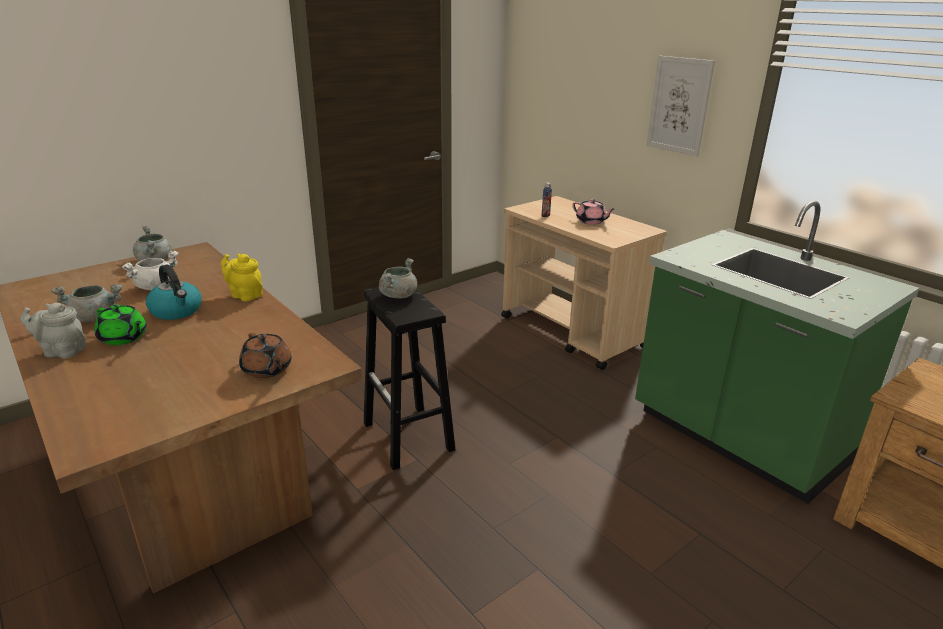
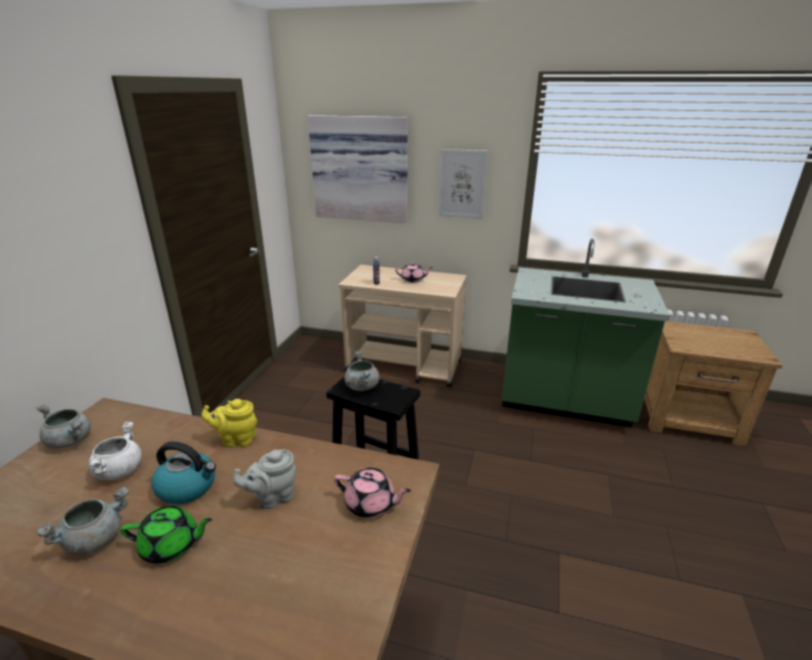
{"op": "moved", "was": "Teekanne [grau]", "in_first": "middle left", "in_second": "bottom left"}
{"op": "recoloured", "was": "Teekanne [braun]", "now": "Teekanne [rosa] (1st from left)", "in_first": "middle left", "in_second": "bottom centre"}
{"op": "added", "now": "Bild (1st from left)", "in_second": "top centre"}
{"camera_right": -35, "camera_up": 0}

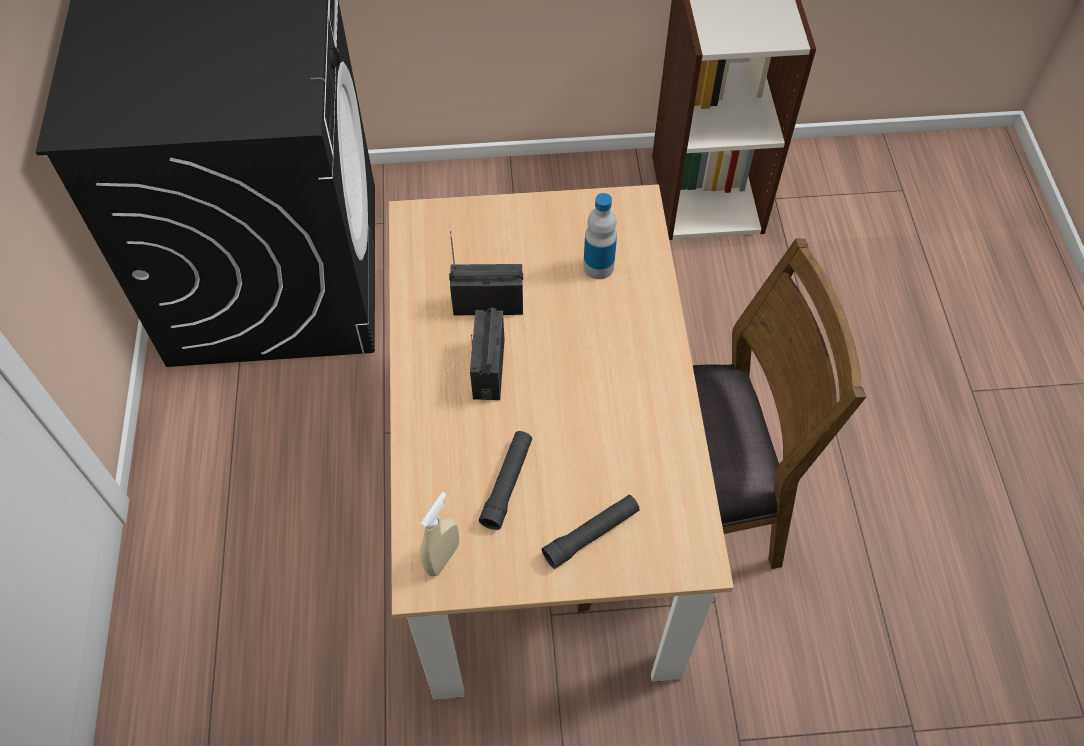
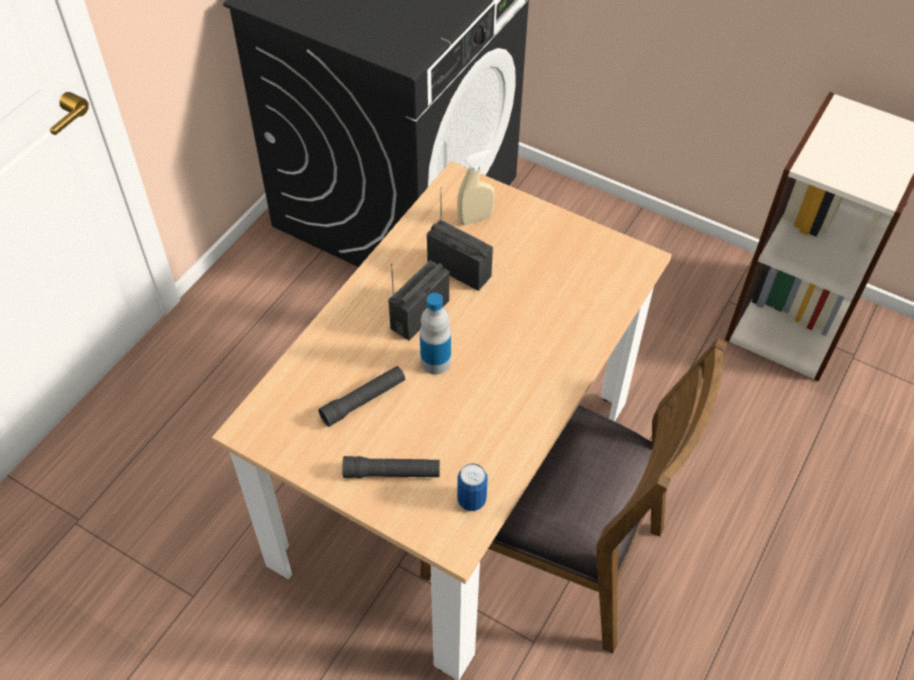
{"op": "moved", "was": "Flasche", "in_first": "top centre", "in_second": "centre"}
{"op": "moved", "was": "Sprühflasche [beige]", "in_first": "bottom centre", "in_second": "top centre"}
{"op": "added", "now": "Dose", "in_second": "bottom centre"}
{"camera_right": 35, "camera_up": -5}

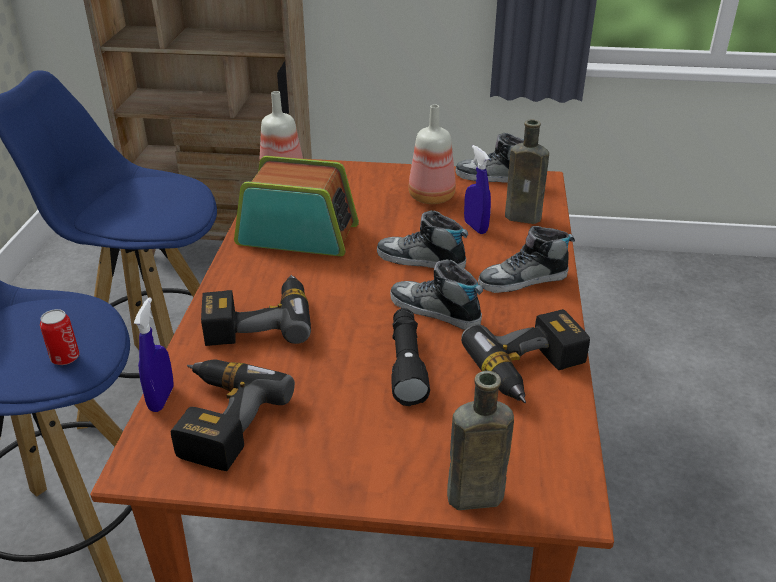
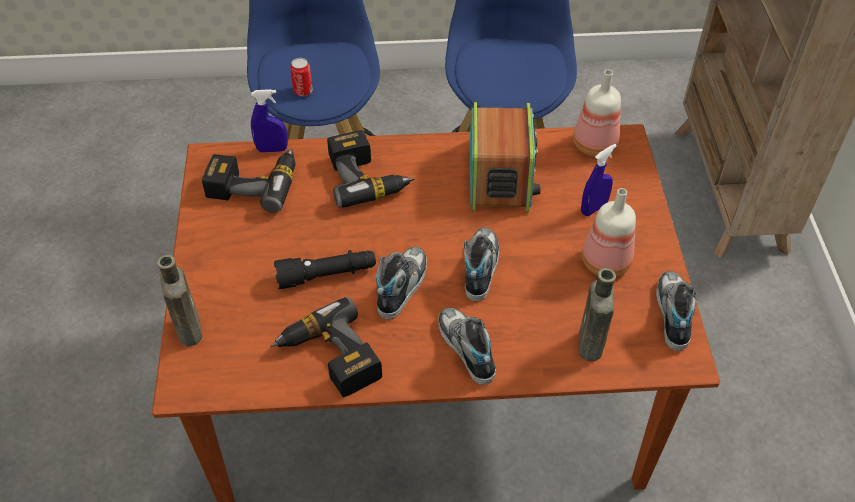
{"op": "moved", "was": "Sprühflasche [blau] (2nd from left)", "in_first": "top centre", "in_second": "middle right"}
{"camera_right": 80, "camera_up": 15}

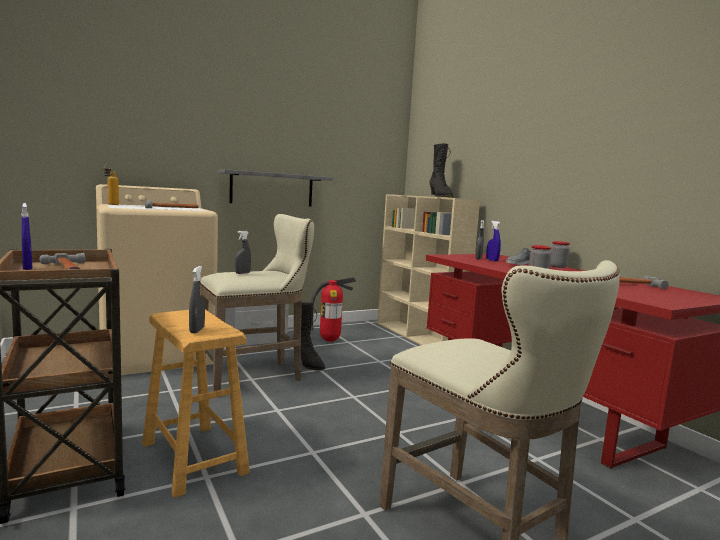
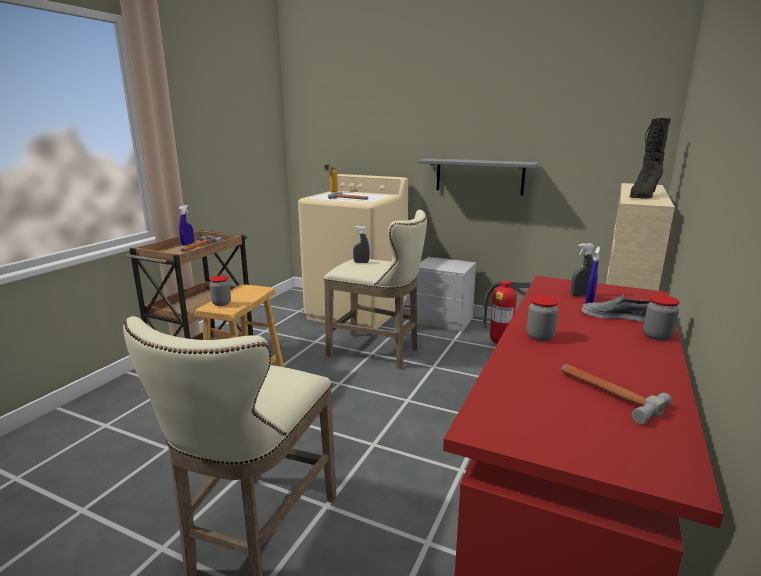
{"op": "replaced", "was": "Sprühflasche [grau] (1st from left)", "now": "Vorratsglas (1st from left)", "in_first": "middle left", "in_second": "middle left"}
{"op": "removed", "was": "Stiefel [schwarz] (1st from left)", "in_first": "centre"}
{"camera_right": 55, "camera_up": 10}

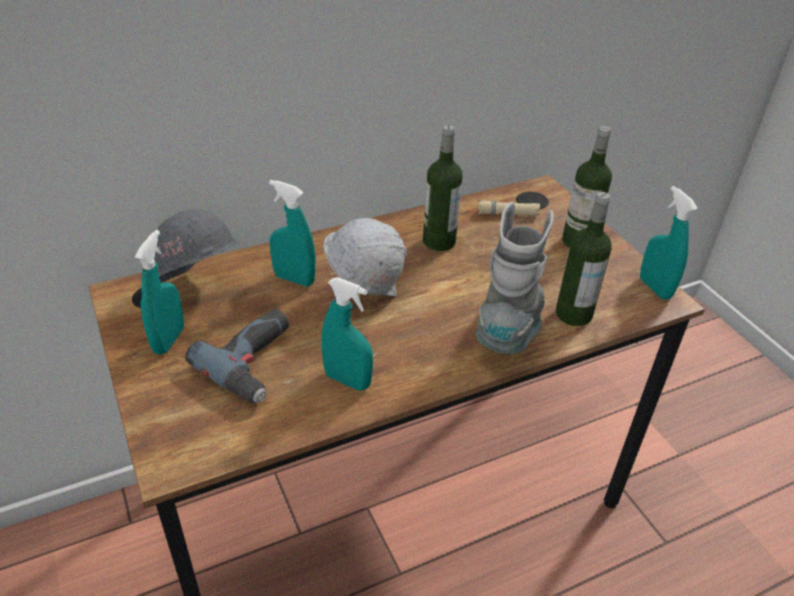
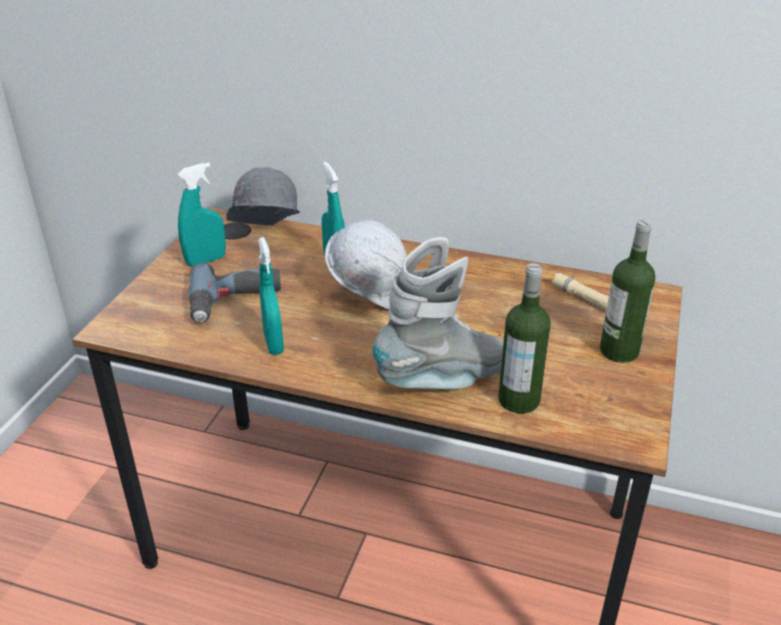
{"op": "removed", "was": "Flasche (1st from left)", "in_first": "top centre"}
{"op": "removed", "was": "Sprühflasche [türkis] (4th from left)", "in_first": "middle right"}
{"camera_right": 45, "camera_up": -5}

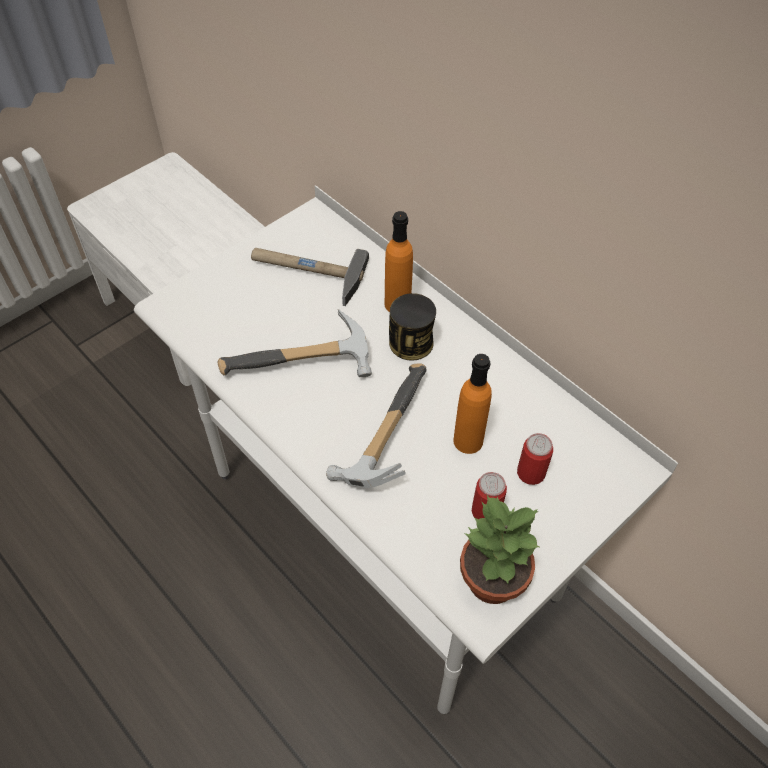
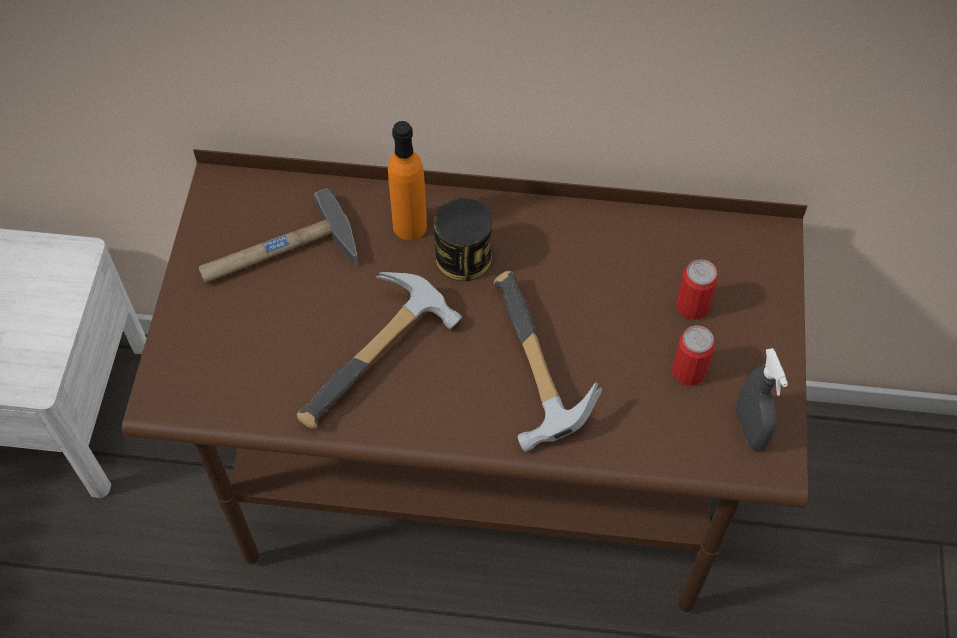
{"op": "recoloured", "was": "Schreibtisch [weiß]", "now": "Schreibtisch [braun]", "in_first": "centre", "in_second": "centre"}
{"op": "removed", "was": "Flasche [orange] (2nd from left)", "in_first": "centre"}
{"op": "replaced", "was": "Topfpflanze", "now": "Sprühflasche [grau]", "in_first": "bottom centre", "in_second": "middle right"}
{"camera_right": -40, "camera_up": 5}

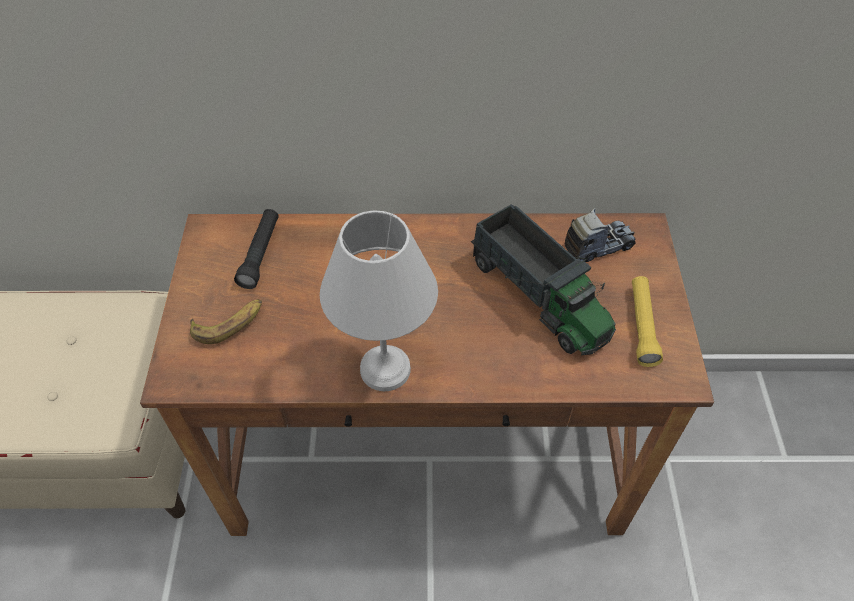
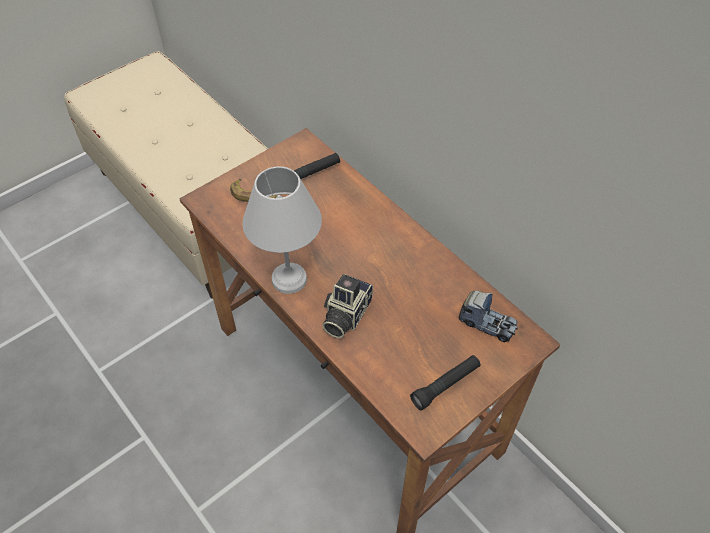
{"op": "removed", "was": "Spielzeuglaster (1st from left)", "in_first": "centre"}
{"op": "recoloured", "was": "Taschenlampe [gelb]", "now": "Taschenlampe [schwarz] (2nd from left)", "in_first": "middle right", "in_second": "bottom centre"}
{"op": "added", "now": "Kamera", "in_second": "centre"}
{"camera_right": 50, "camera_up": 0}

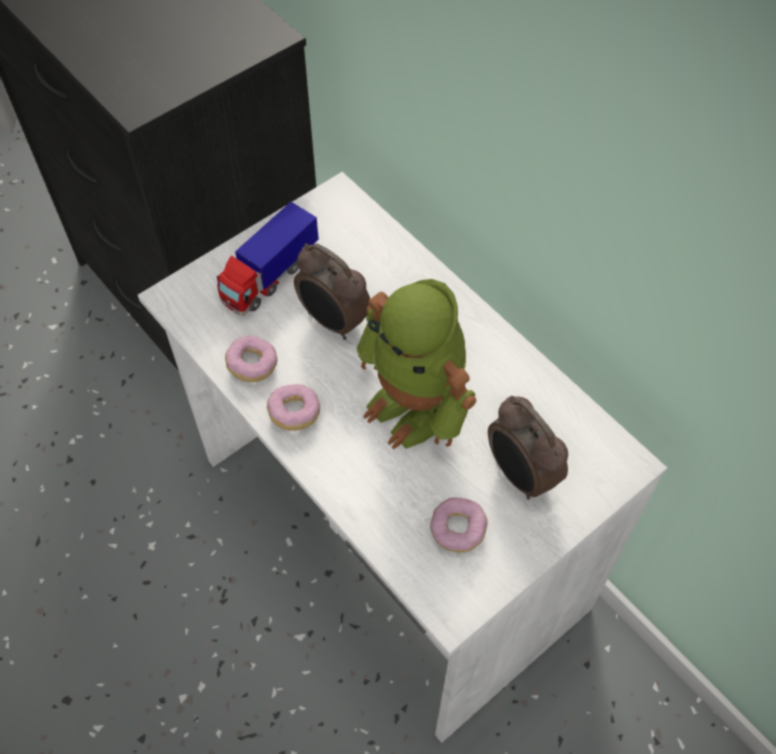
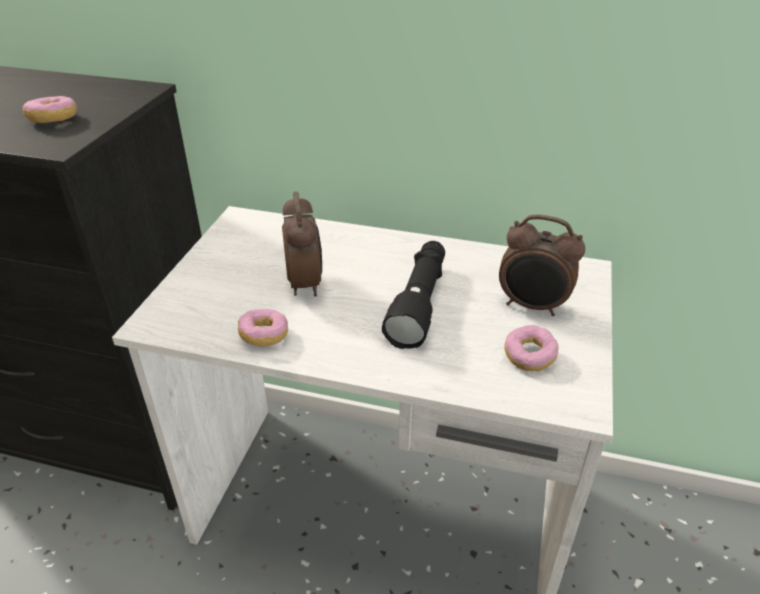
{"op": "removed", "was": "Spielzeuglaster", "in_first": "centre"}
{"op": "turned", "was": "Wecker (1st from left)", "in_first": "centre", "in_second": "centre", "clockwise": -105}
{"op": "replaced", "was": "Spielzeugroboter", "now": "Taschenlampe [schwarz]", "in_first": "centre", "in_second": "centre"}
{"op": "moved", "was": "Donut (2nd from left in the first image)", "now": "Donut (1st from left)", "in_first": "centre", "in_second": "top left"}
{"camera_right": -35, "camera_up": -20}

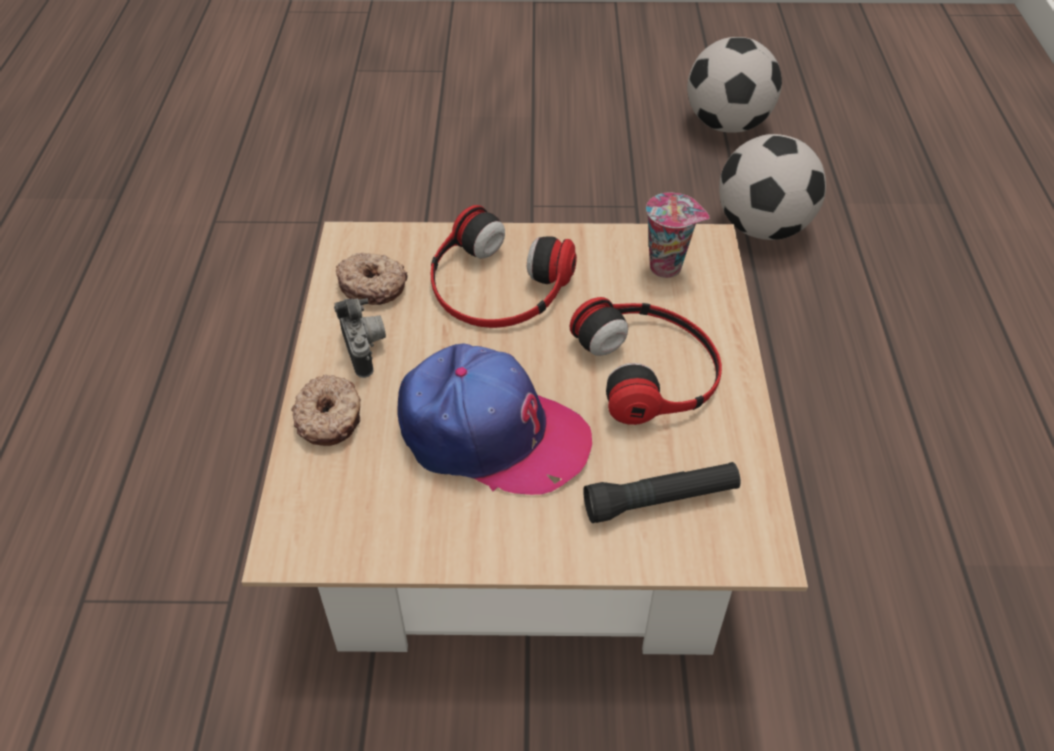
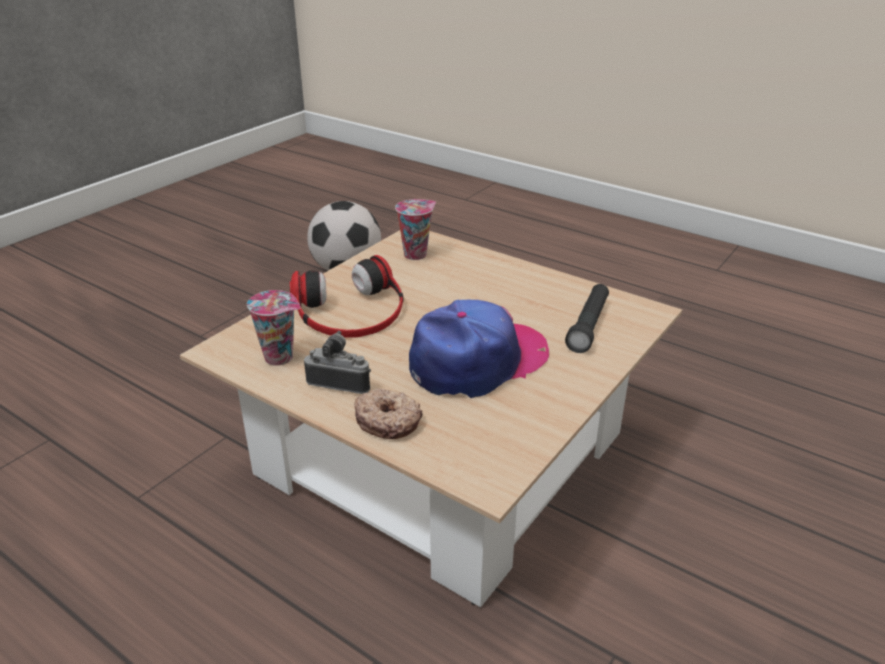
{"op": "removed", "was": "Fußball (1st from left)", "in_first": "top right"}
{"op": "replaced", "was": "Donut (2nd from left)", "now": "Tasse (1st from left)", "in_first": "centre", "in_second": "middle left"}
{"op": "removed", "was": "Kopfhörer (2nd from left)", "in_first": "centre"}
{"camera_right": -55, "camera_up": -15}

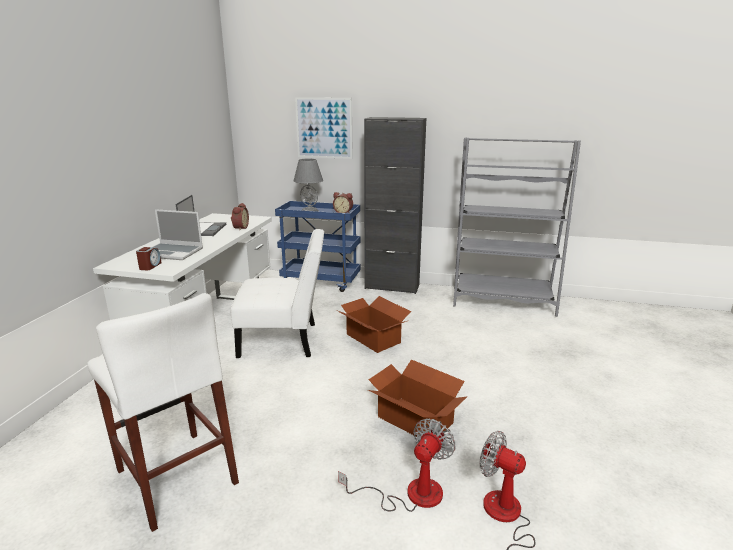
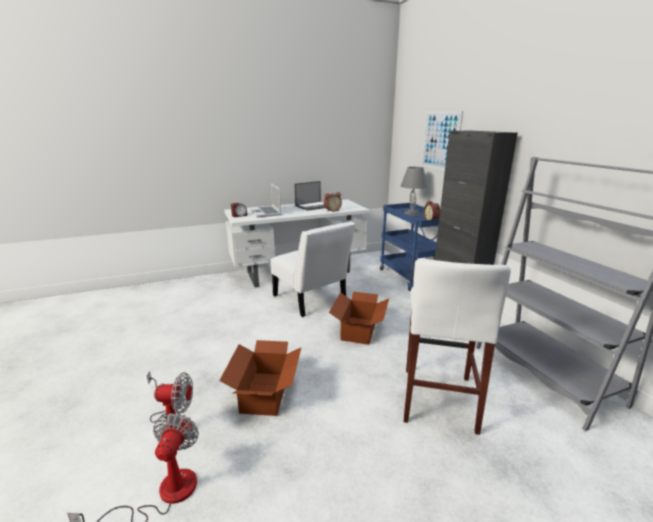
{"op": "moved", "was": "Hocker [weiß]", "in_first": "bottom left", "in_second": "middle right"}
{"camera_right": 55, "camera_up": 0}

